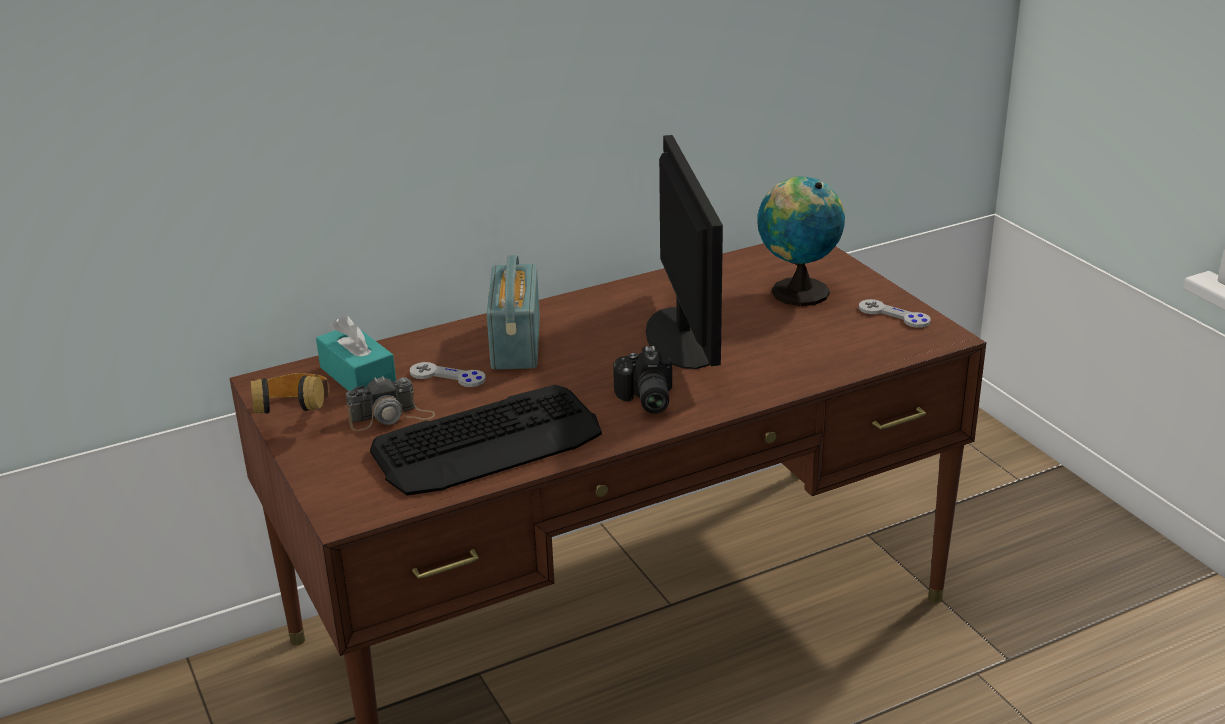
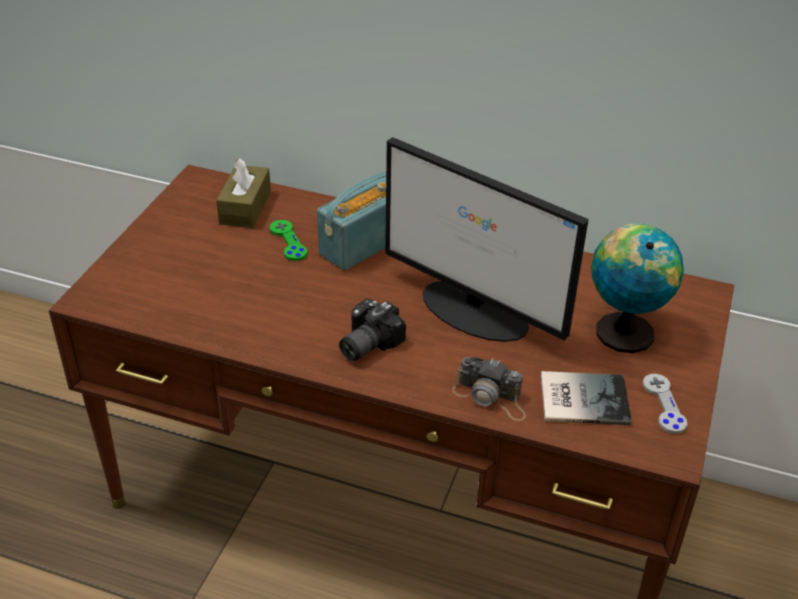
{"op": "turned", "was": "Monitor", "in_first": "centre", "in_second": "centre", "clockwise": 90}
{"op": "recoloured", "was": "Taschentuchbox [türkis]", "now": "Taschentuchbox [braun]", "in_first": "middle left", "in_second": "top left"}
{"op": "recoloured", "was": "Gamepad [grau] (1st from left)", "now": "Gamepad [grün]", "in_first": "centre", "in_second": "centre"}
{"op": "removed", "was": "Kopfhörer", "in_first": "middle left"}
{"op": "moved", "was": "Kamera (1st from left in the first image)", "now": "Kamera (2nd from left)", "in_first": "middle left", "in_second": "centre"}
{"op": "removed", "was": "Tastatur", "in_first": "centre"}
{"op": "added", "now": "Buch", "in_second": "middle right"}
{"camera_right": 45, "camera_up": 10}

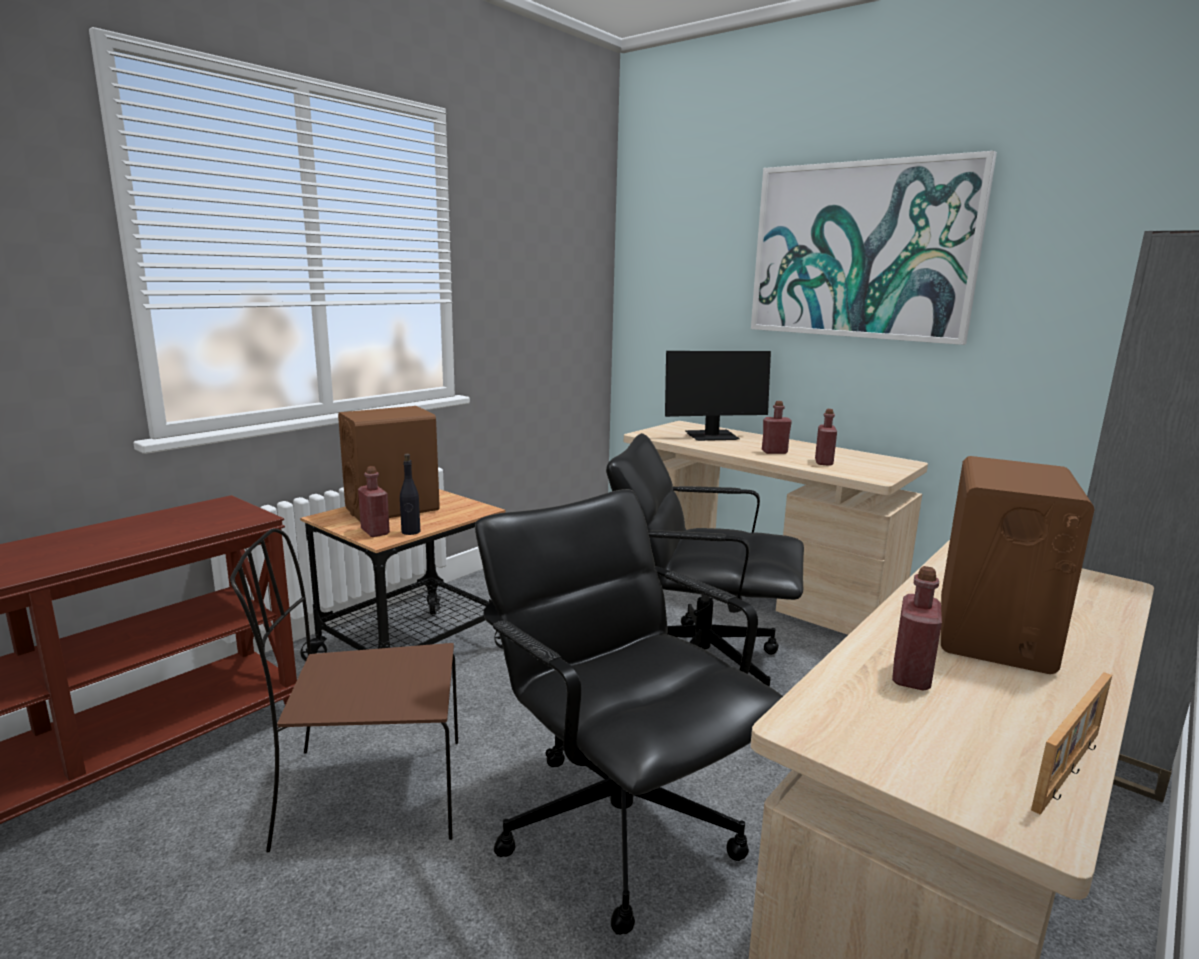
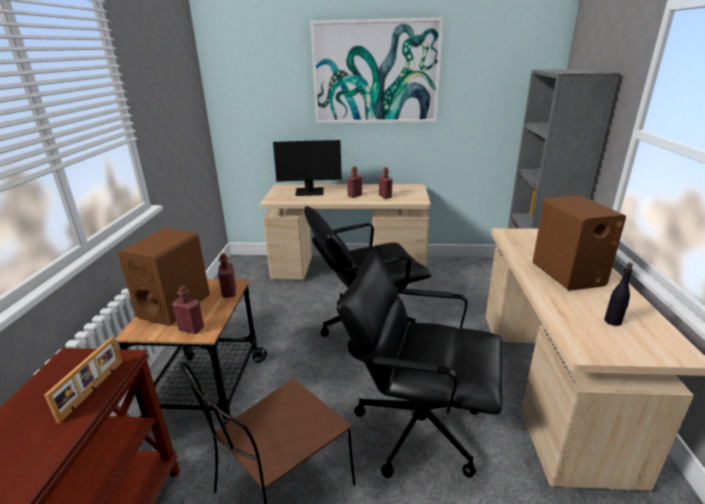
{"op": "turned", "was": "Monitor", "in_first": "centre", "in_second": "centre", "clockwise": 45}
{"op": "moved", "was": "Flasche [schwarz]", "in_first": "centre", "in_second": "middle right"}
{"op": "moved", "was": "Flasche [rot] (4th from left in the first image)", "now": "Flasche [rot] (2nd from left)", "in_first": "middle right", "in_second": "middle left"}
{"op": "moved", "was": "Bilderrahmen", "in_first": "bottom right", "in_second": "bottom left"}
{"camera_right": -35, "camera_up": 10}

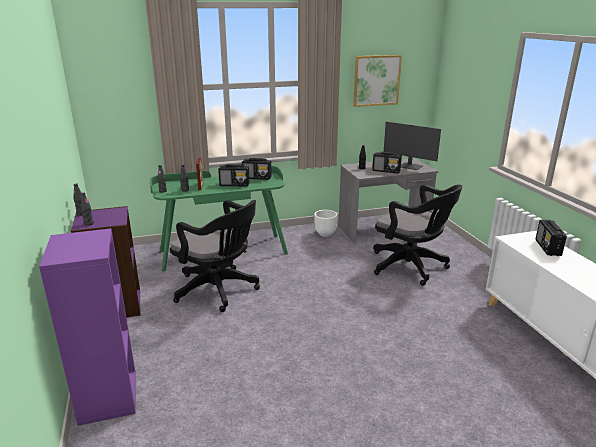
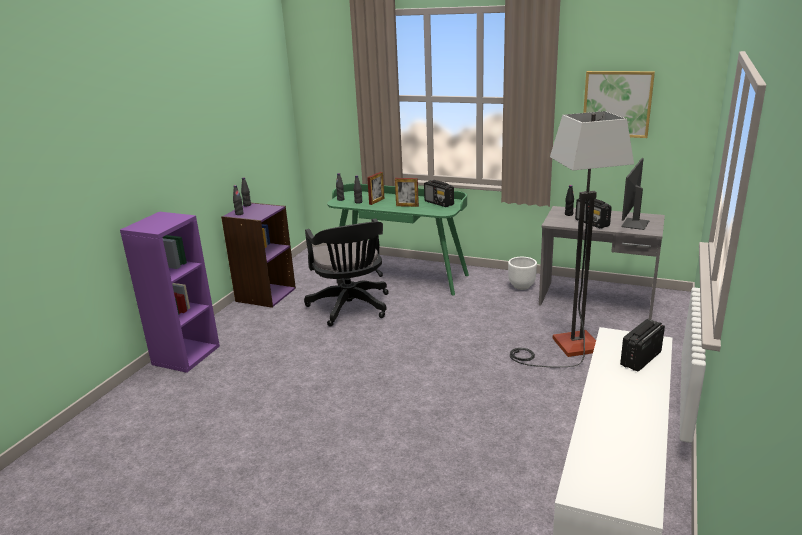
{"op": "turned", "was": "Monitor", "in_first": "top right", "in_second": "middle right", "clockwise": 45}
{"op": "replaced", "was": "Radio (1st from left)", "now": "Bilderrahmen (2nd from left)", "in_first": "centre", "in_second": "centre"}
{"op": "replaced", "was": "Bürostuhl [schwarz] (2nd from left)", "now": "Stehlampe", "in_first": "middle right", "in_second": "middle right"}
{"camera_right": 40, "camera_up": 0}

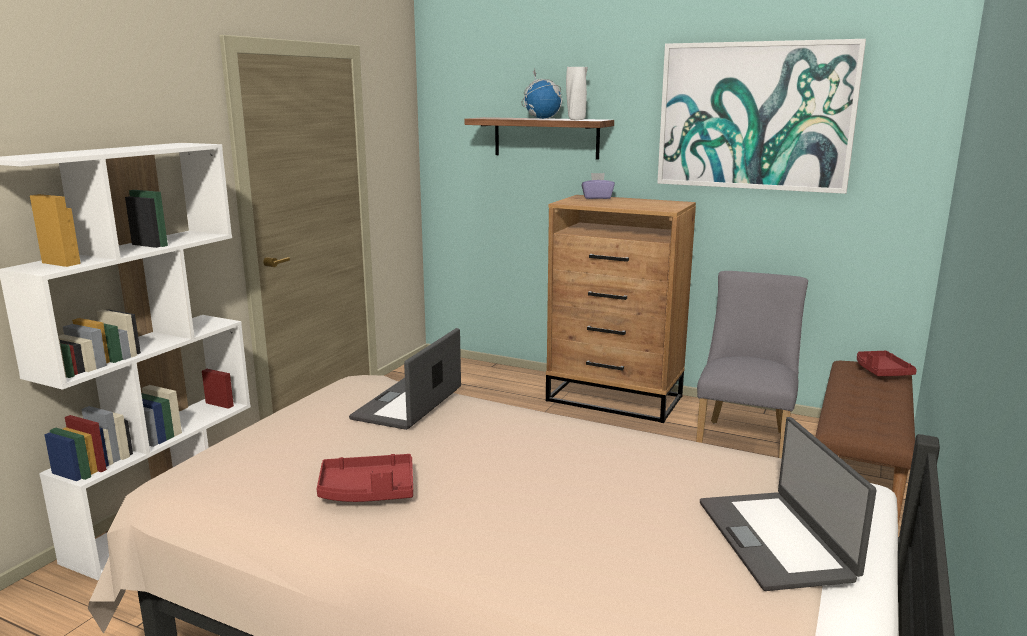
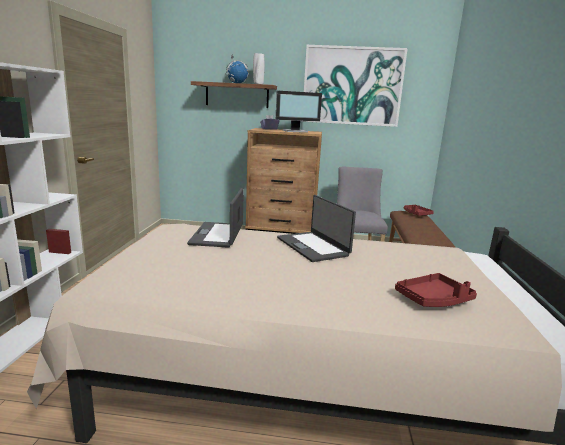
{"op": "moved", "was": "Laptop (2nd from left)", "in_first": "bottom right", "in_second": "centre"}
{"op": "moved", "was": "Tablett [rot] (1st from left in the first image)", "now": "Tablett [rot] (2nd from left)", "in_first": "bottom centre", "in_second": "middle right"}
{"op": "added", "now": "Monitor", "in_second": "top centre"}
{"camera_right": -20, "camera_up": 0}

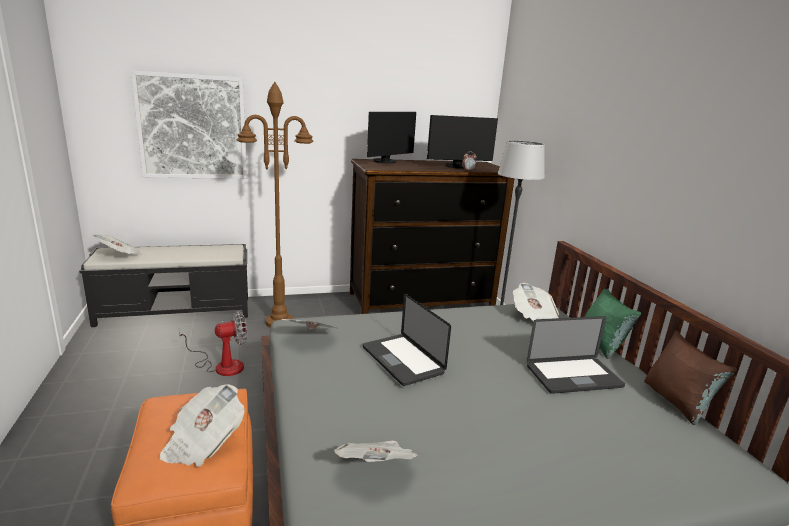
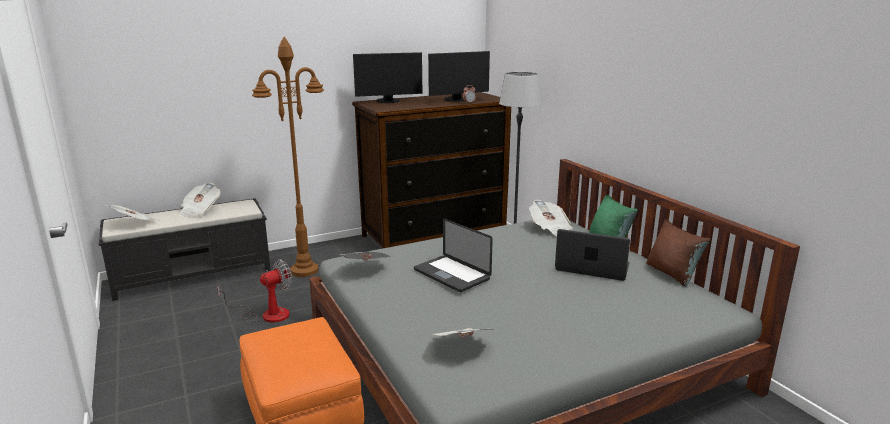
{"op": "removed", "was": "Bild", "in_first": "top left"}
{"op": "turned", "was": "Monitor (1st from left)", "in_first": "top centre", "in_second": "top centre", "clockwise": 45}
{"op": "turned", "was": "Laptop (2nd from left)", "in_first": "bottom right", "in_second": "centre", "clockwise": -135}
{"op": "moved", "was": "Zeitung (2nd from left)", "in_first": "bottom left", "in_second": "middle left"}
{"camera_right": -10, "camera_up": 0}

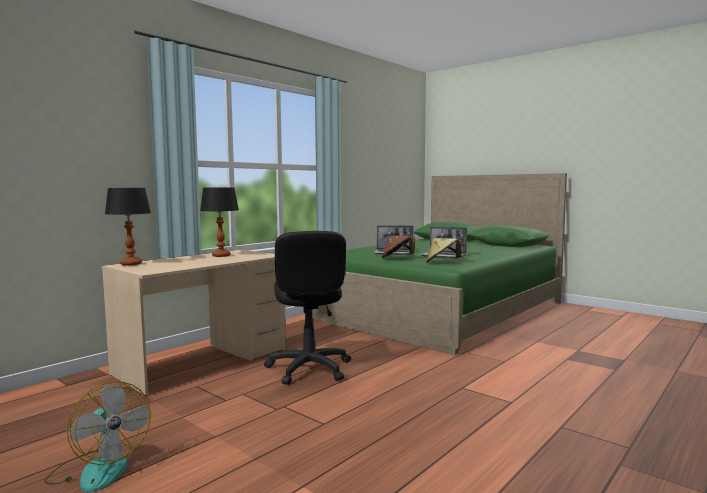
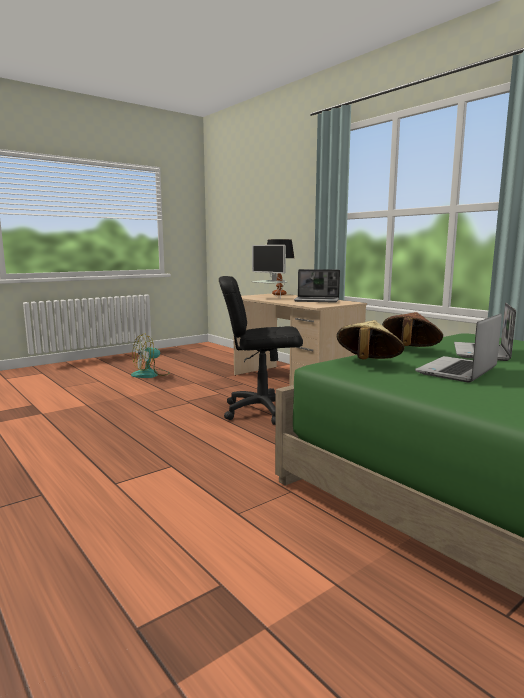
{"op": "replaced", "was": "Tischlampe (2nd from left)", "now": "Laptop (1st from left)", "in_first": "middle left", "in_second": "centre"}
{"op": "added", "now": "Monitor", "in_second": "centre"}
{"camera_right": 100, "camera_up": 5}

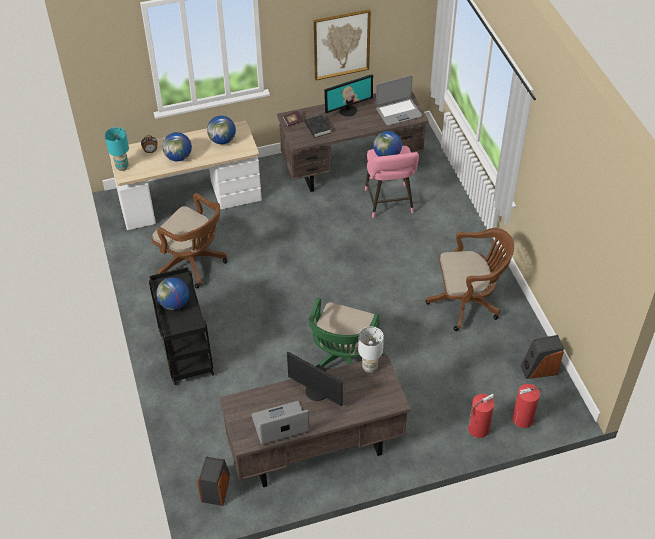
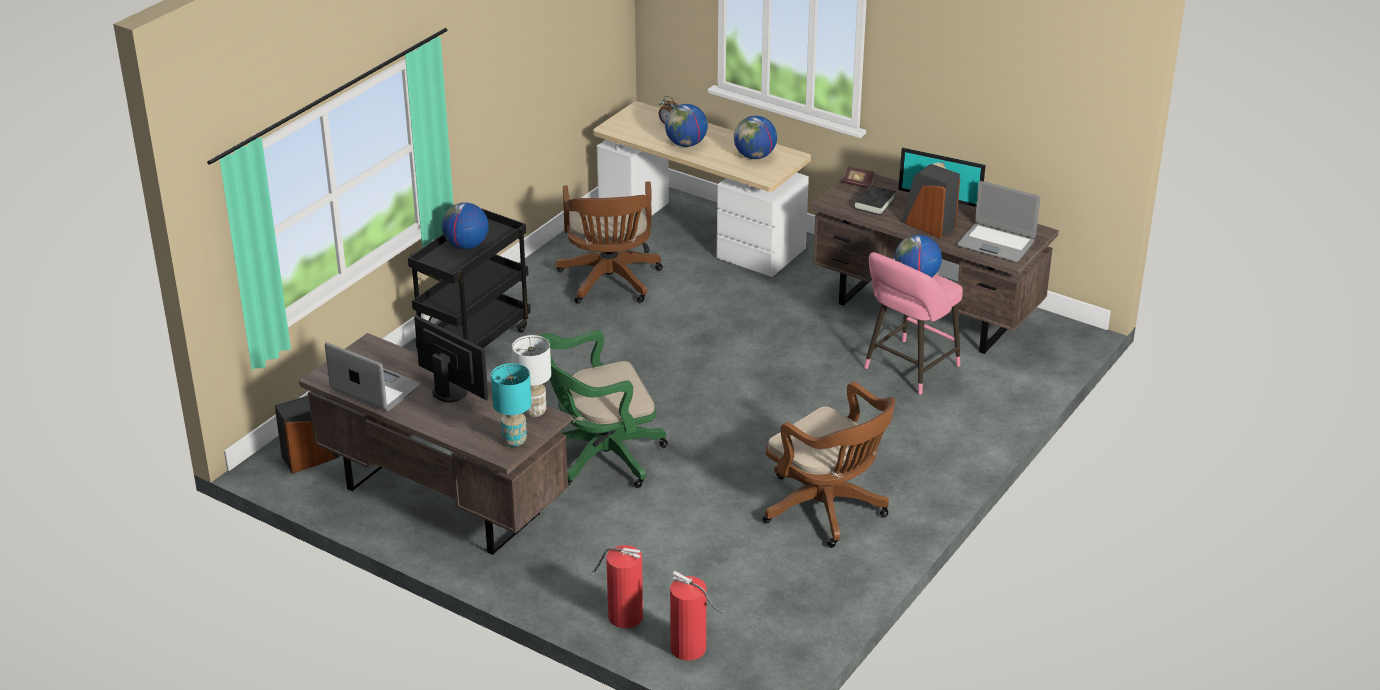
{"op": "removed", "was": "Bild", "in_first": "top centre"}
{"op": "moved", "was": "Tischlampe [türkis]", "in_first": "top left", "in_second": "centre"}
{"op": "moved", "was": "Lautsprecher (2nd from left)", "in_first": "middle right", "in_second": "top right"}
{"op": "turned", "was": "Monitor (1st from left)", "in_first": "bottom centre", "in_second": "middle left", "clockwise": 135}
{"camera_right": 50, "camera_up": -15}

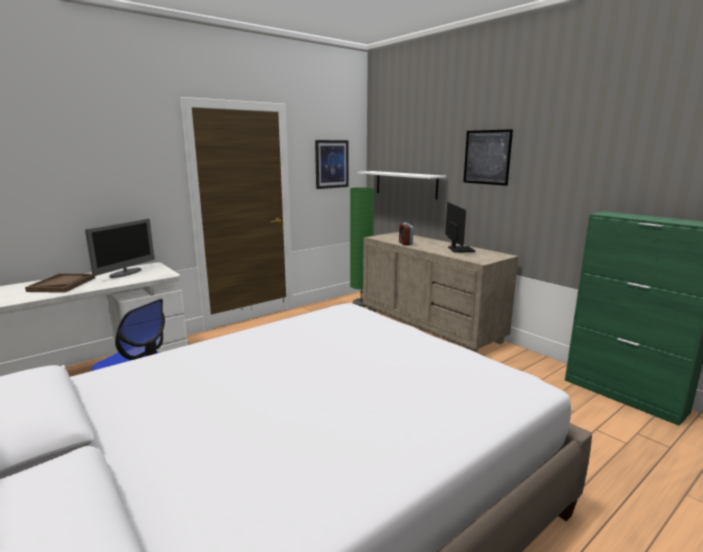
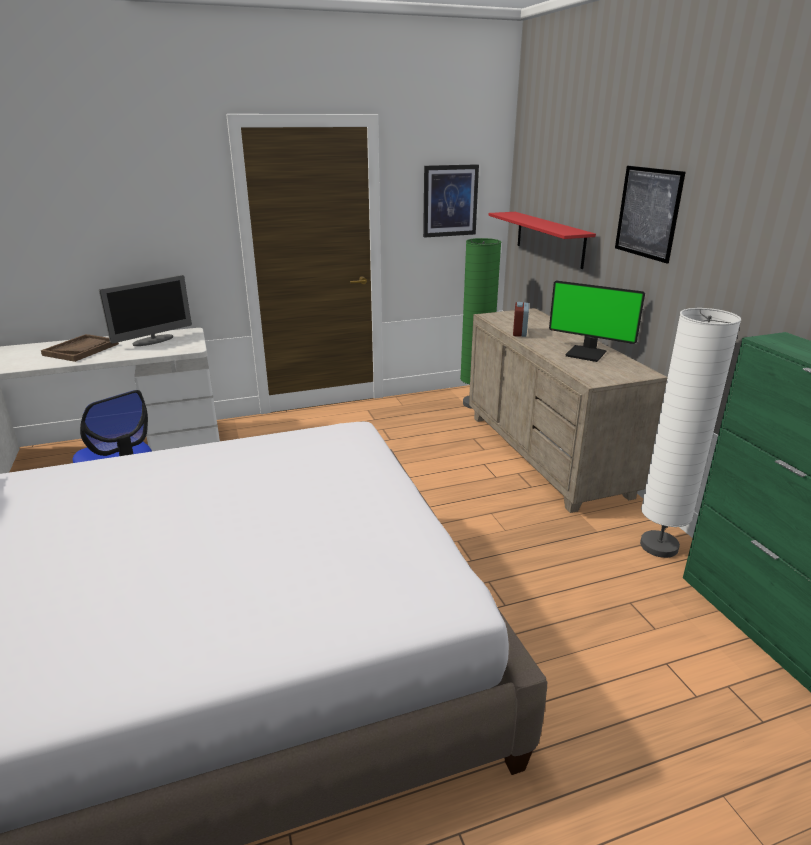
{"op": "recoloured", "was": "Wandregal [weiß]", "now": "Wandregal [rot]", "in_first": "centre", "in_second": "top right"}
{"op": "turned", "was": "Monitor (2nd from left)", "in_first": "centre", "in_second": "middle right", "clockwise": 105}
{"op": "added", "now": "Stehlampe [weiß]", "in_second": "middle right"}
{"camera_right": 20, "camera_up": 10}

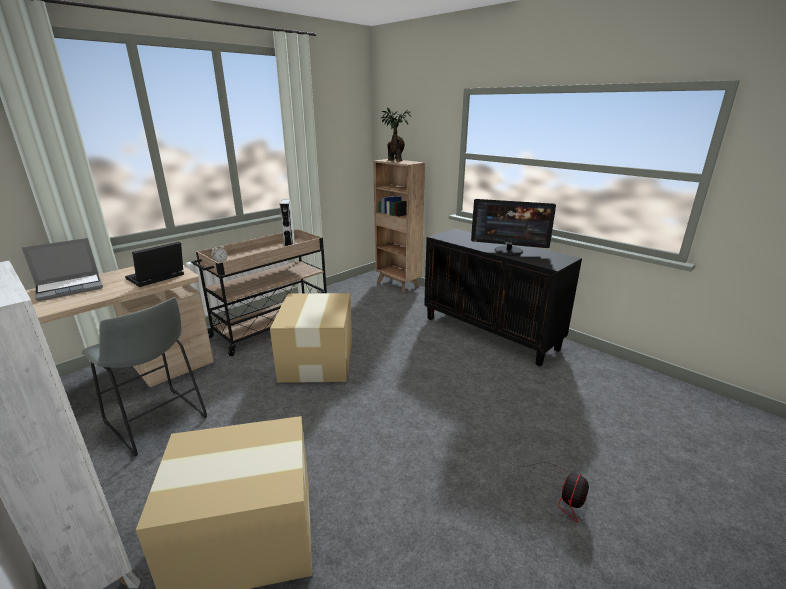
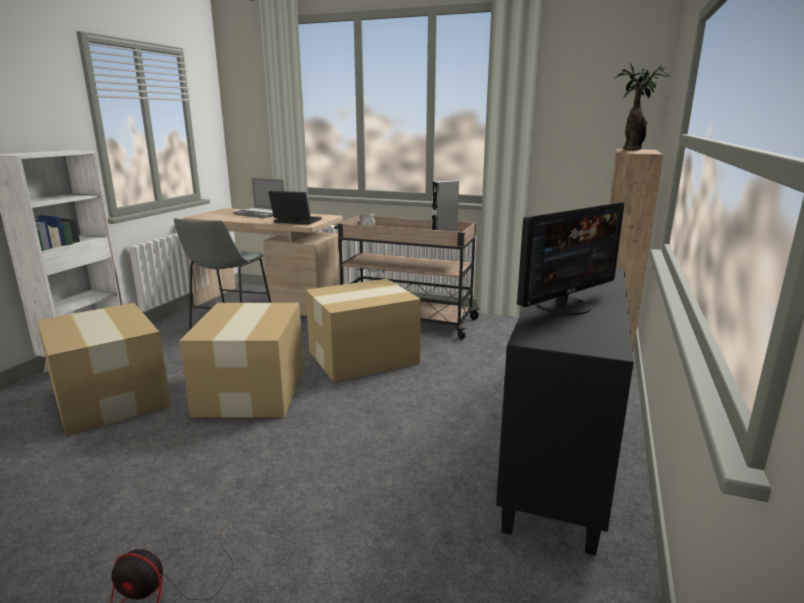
{"op": "turned", "was": "Monitor", "in_first": "centre", "in_second": "middle right", "clockwise": -120}
{"op": "added", "now": "Karton (2nd from left)", "in_second": "middle left"}
{"camera_right": 65, "camera_up": -5}

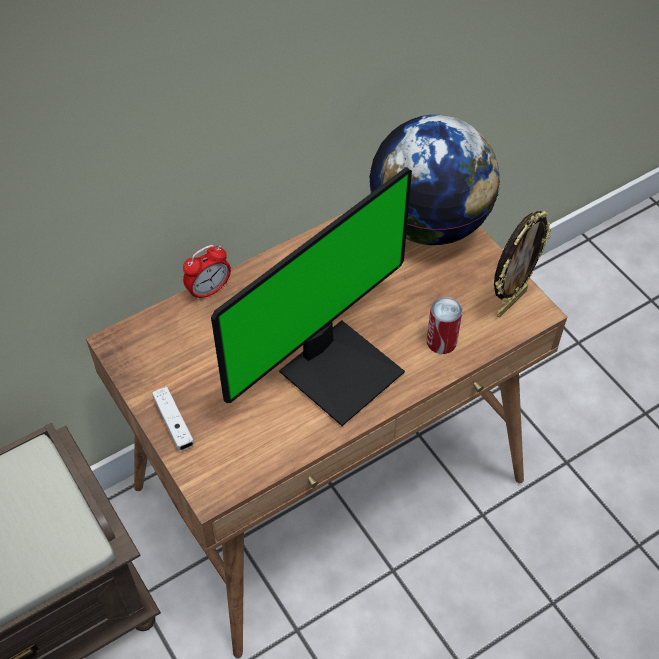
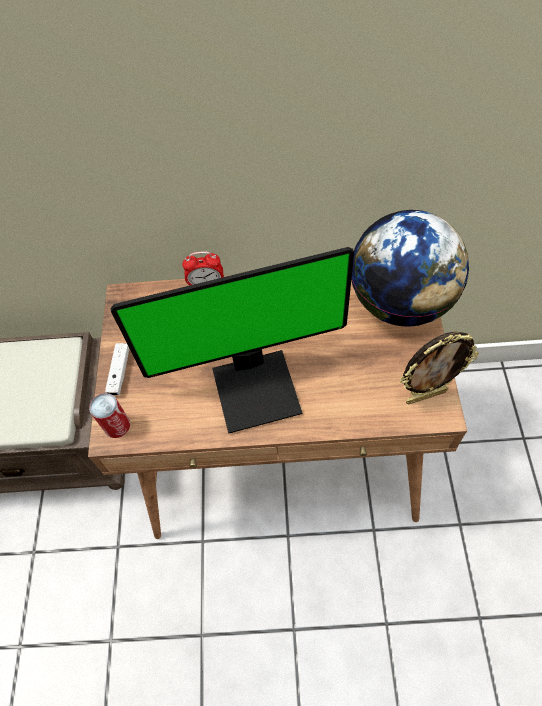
{"op": "moved", "was": "Dose", "in_first": "middle right", "in_second": "middle left"}
{"camera_right": 35, "camera_up": 5}

